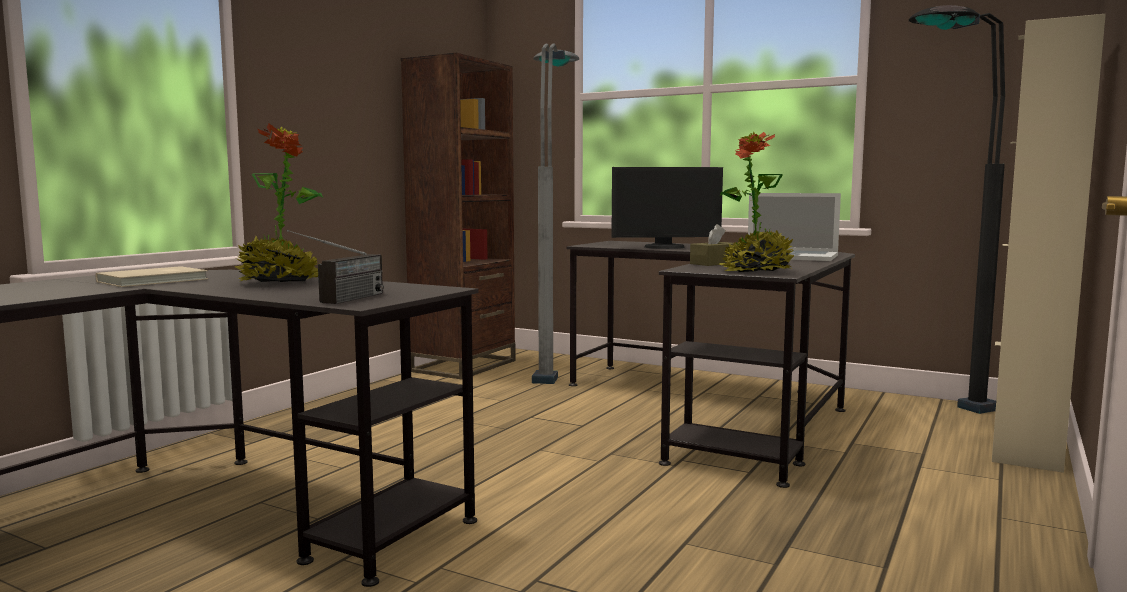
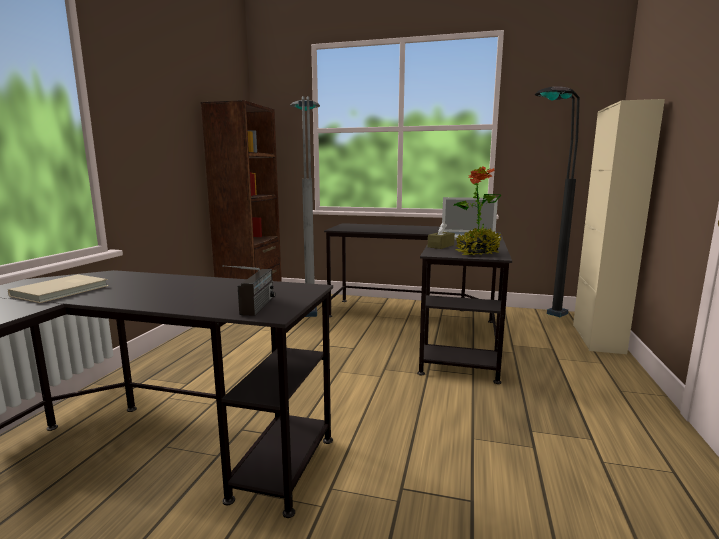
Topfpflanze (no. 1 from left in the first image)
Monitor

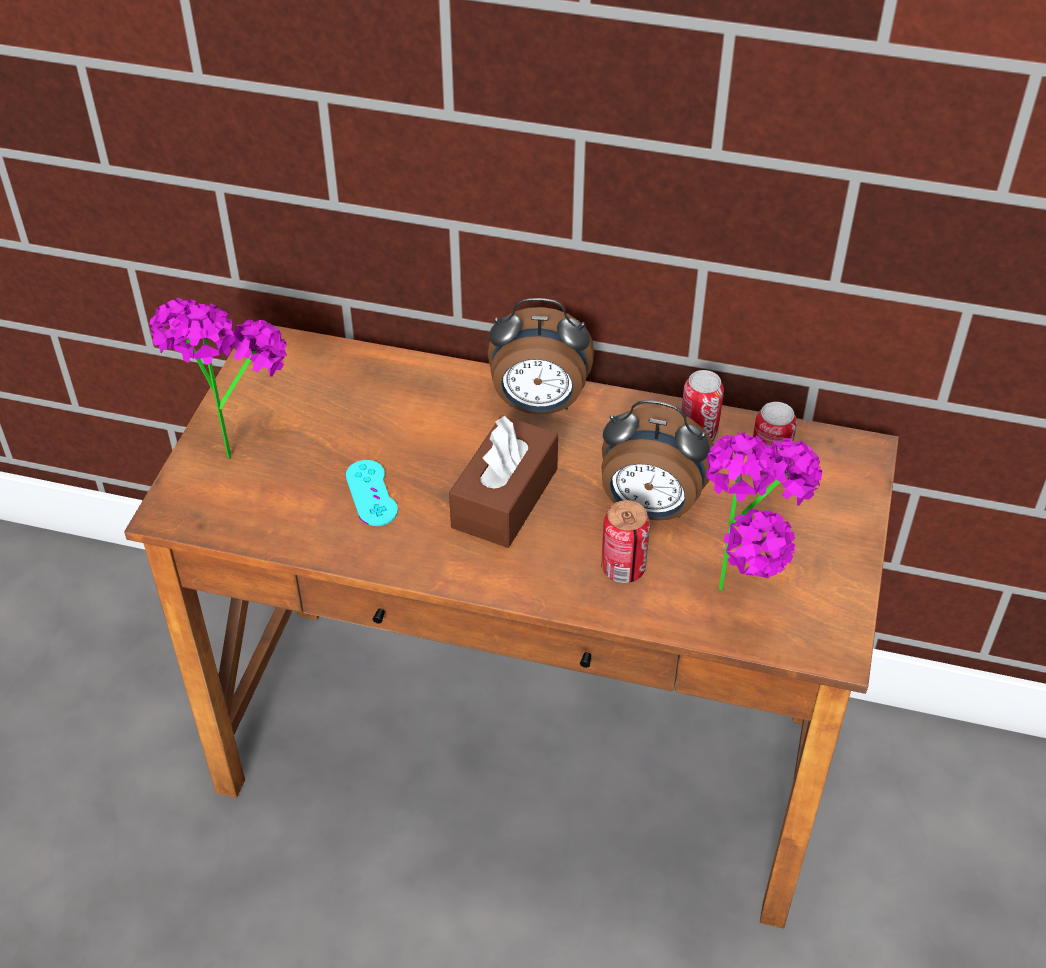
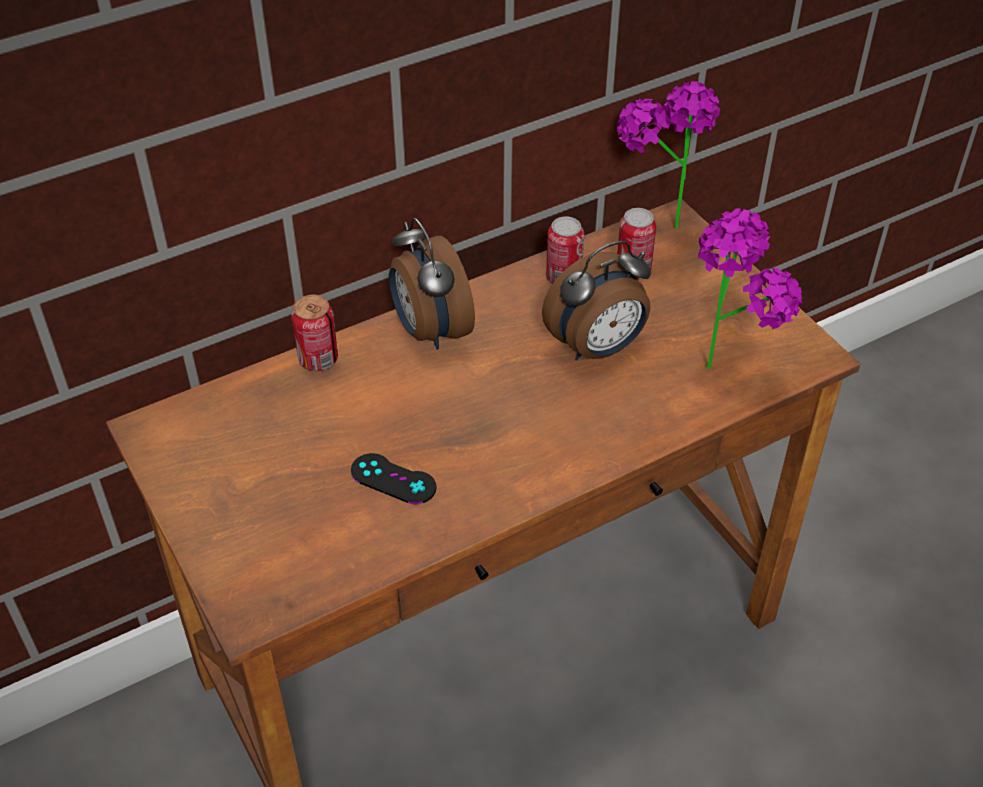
Topfpflanze (no. 1 from left)
Wecker (no. 1 from left)
Taschentuchbox/braun
Gamepad/schwarz
Dose (no. 1 from left)

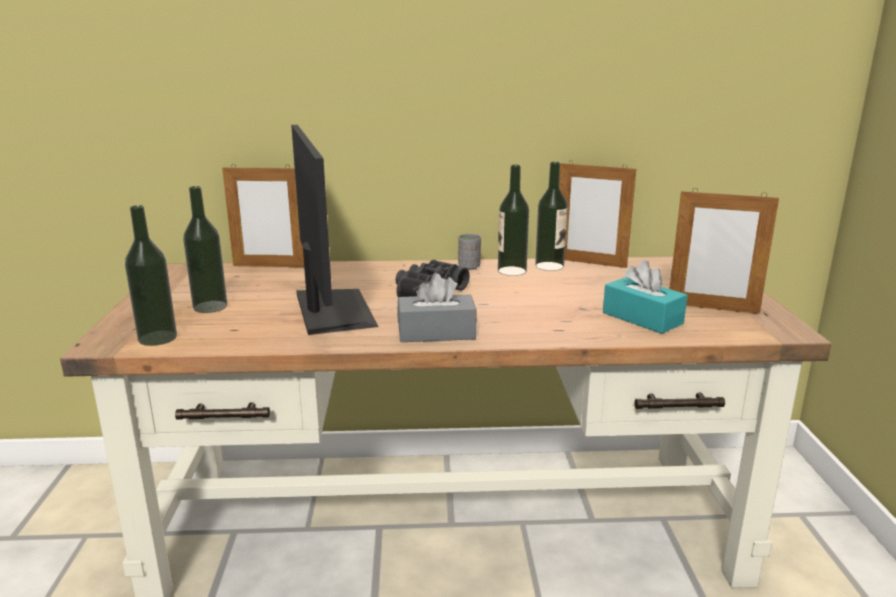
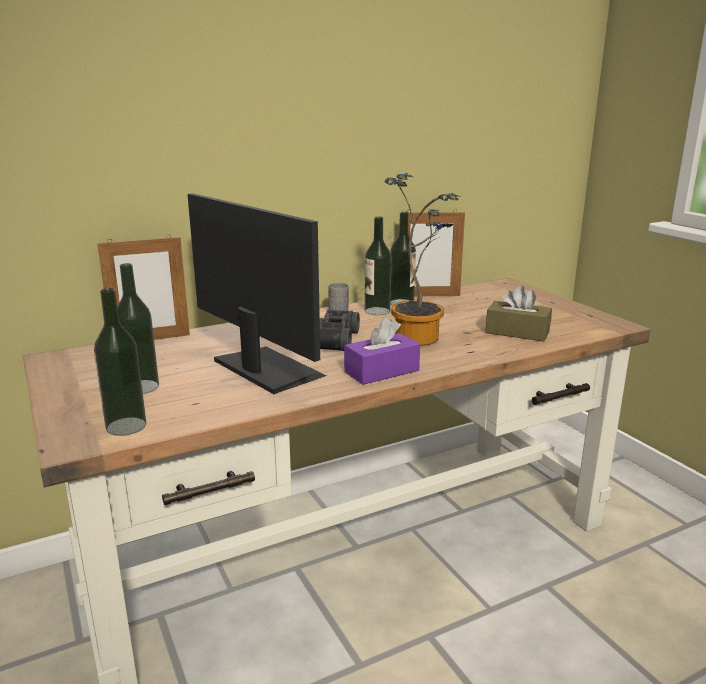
Bilderrahmen (no. 3 from left in the first image)
Taschentuchbox/braun
Taschentuchbox/lila
Topfpflanze

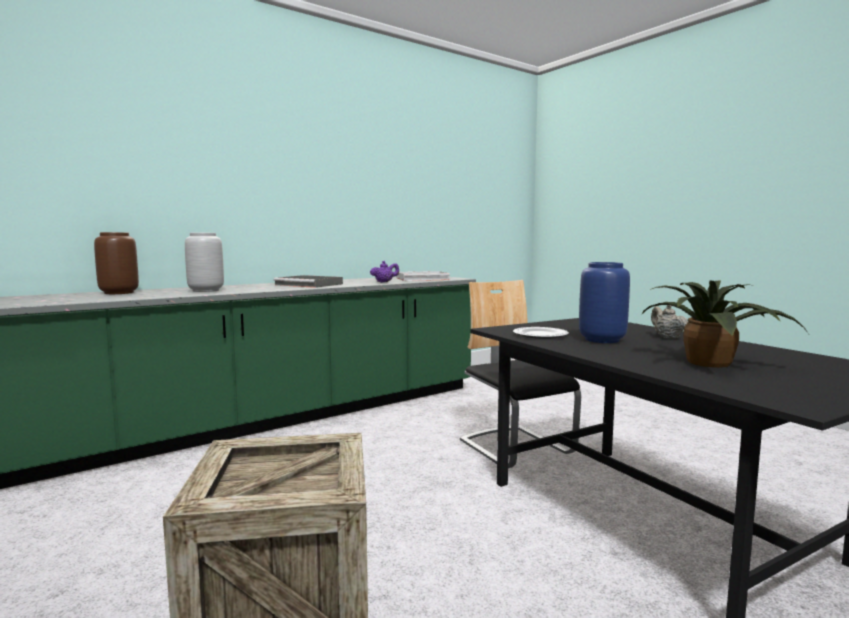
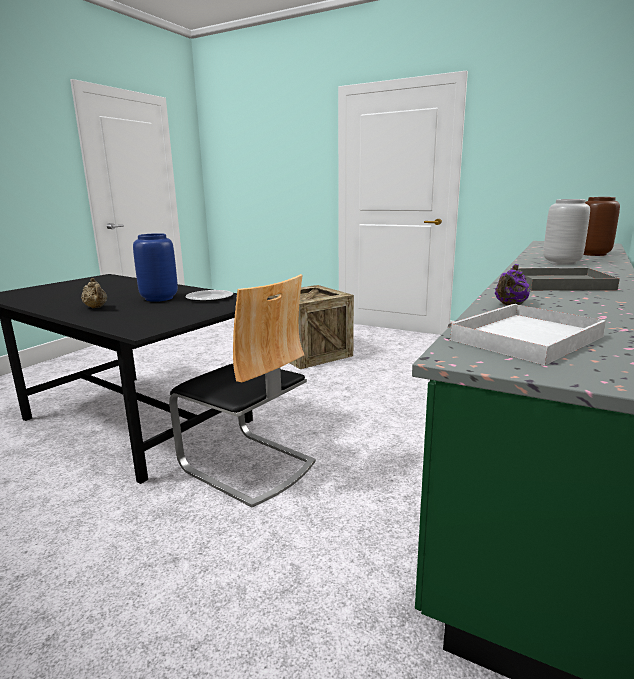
Topfpflanze

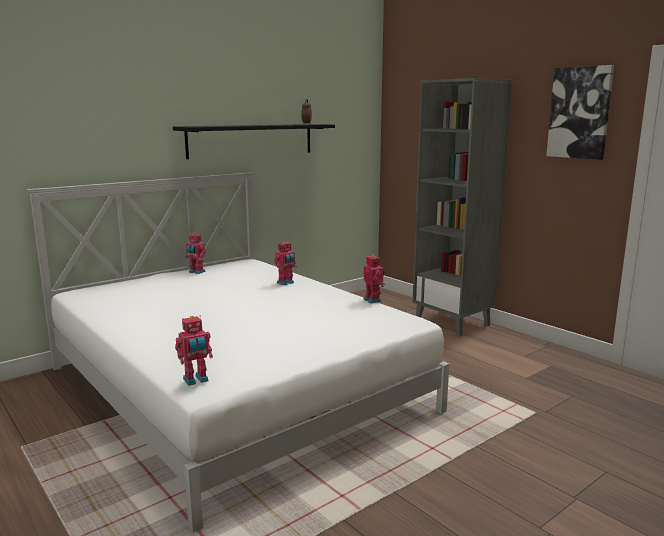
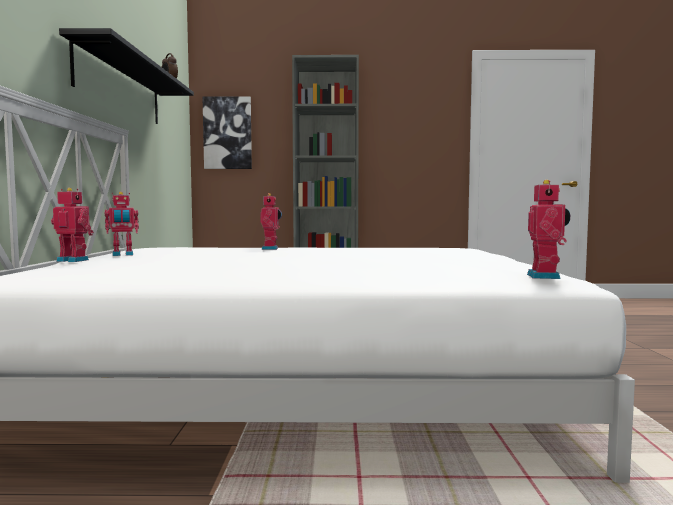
Bild
Spielzeugroboter (no. 1 from left)

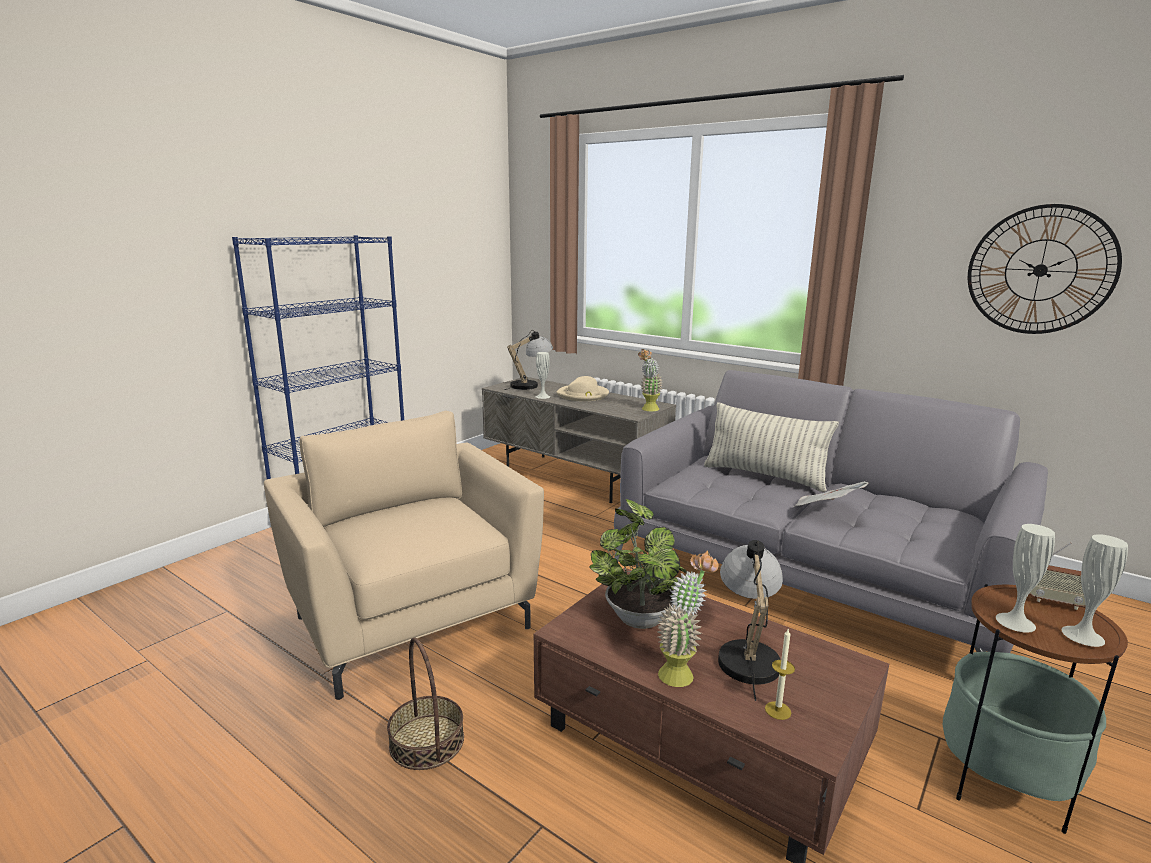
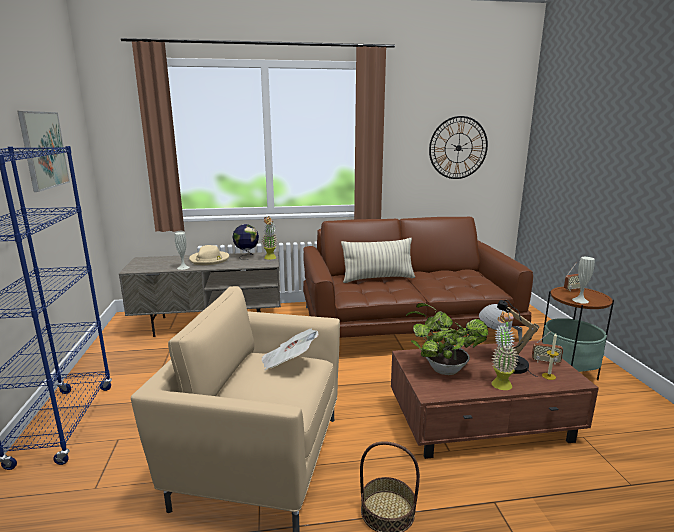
Tischlampe (no. 1 from left in the first image)
Sofa/braun
Zeitung
Vase/weiß (no. 3 from left in the first image)
Bild
Globus
Radio (no. 1 from left)

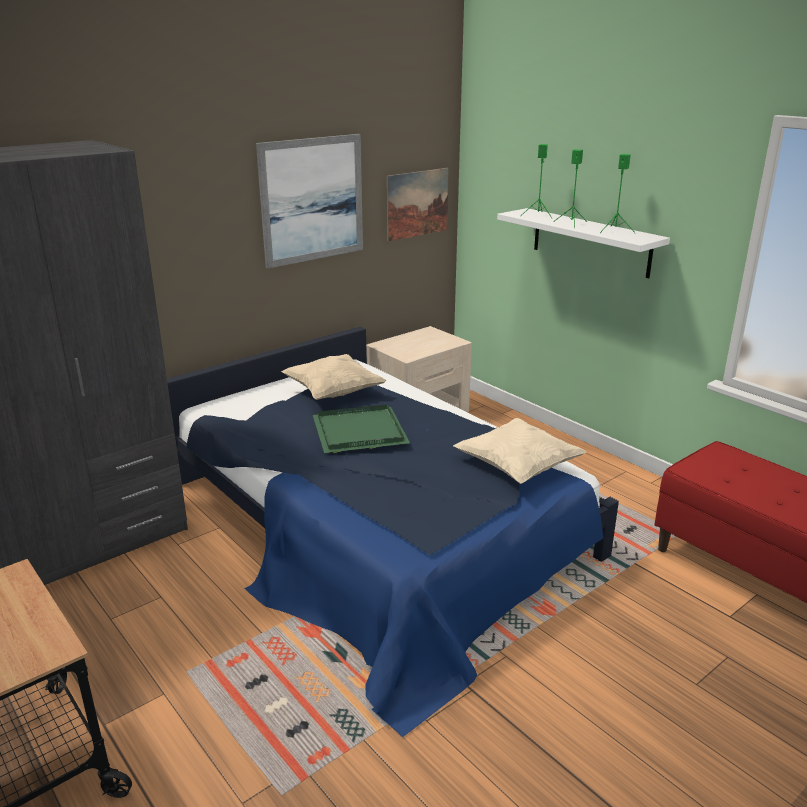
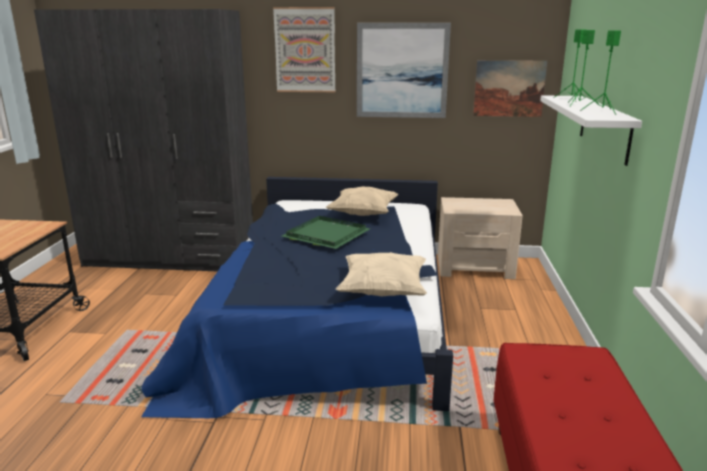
Bild (no. 1 from left)

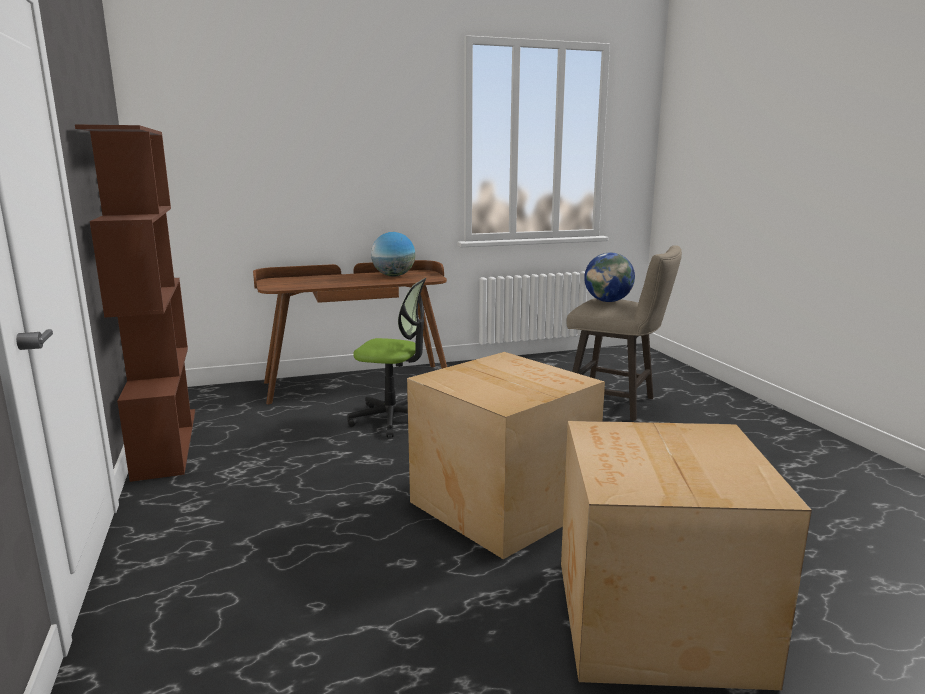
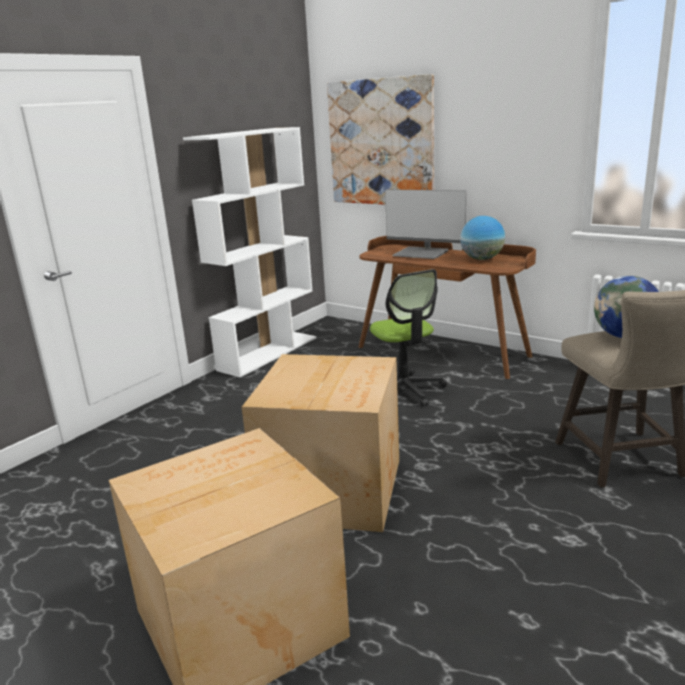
Bücherregal/weiß
Bild
Monitor

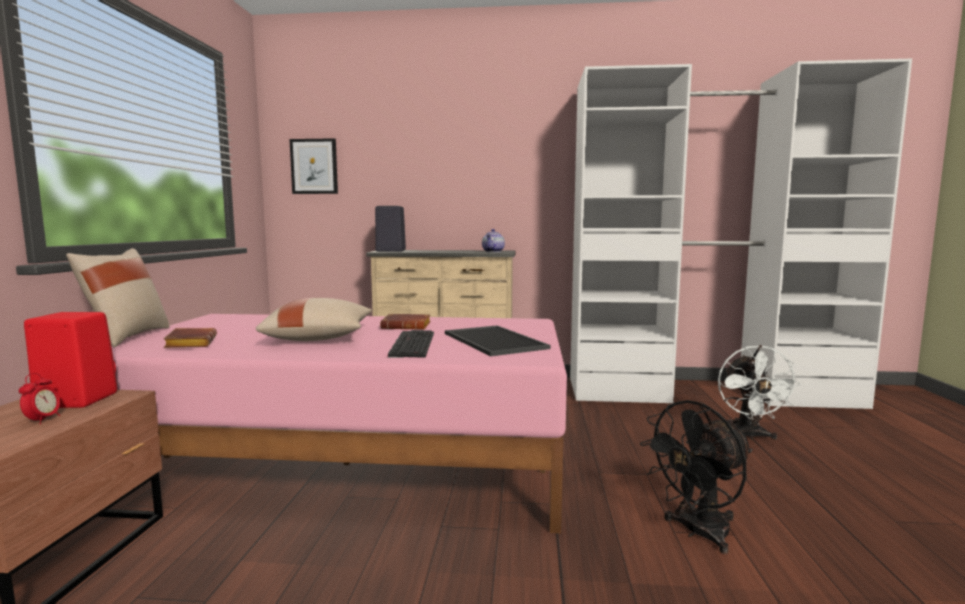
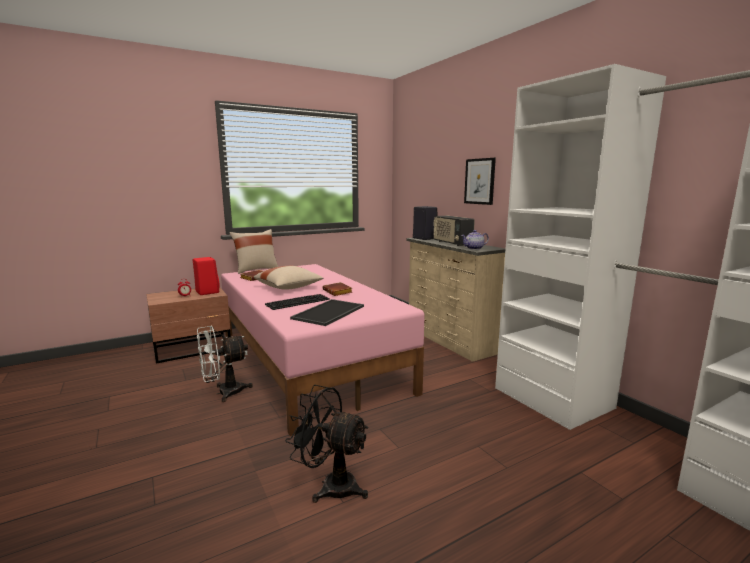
Bild
Ventilator/weiß
Radio

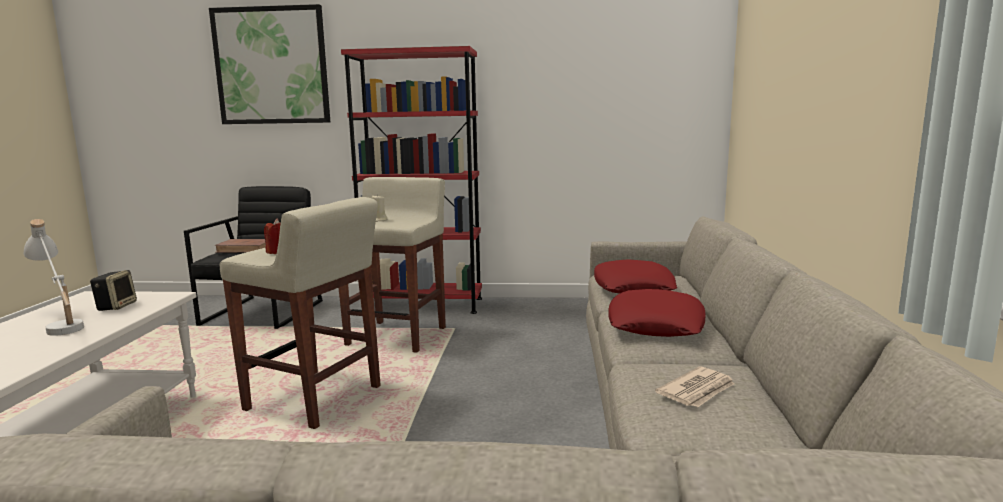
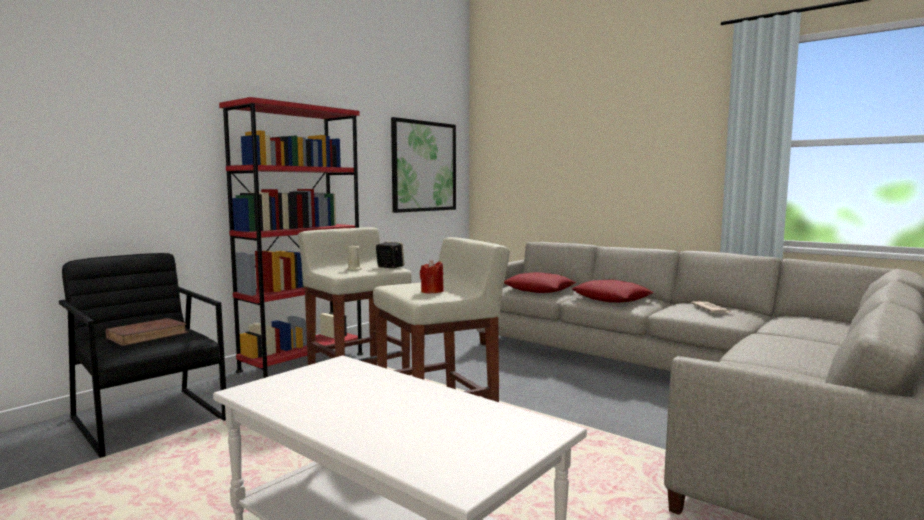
Bild
Tischlampe/weiß
Lautsprecher

